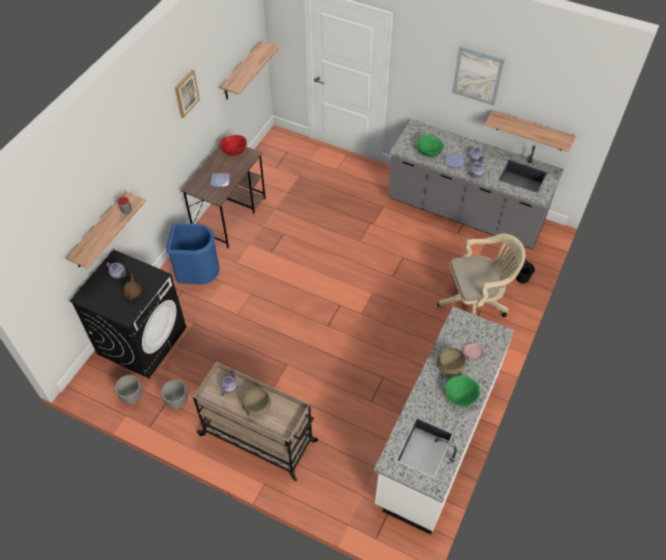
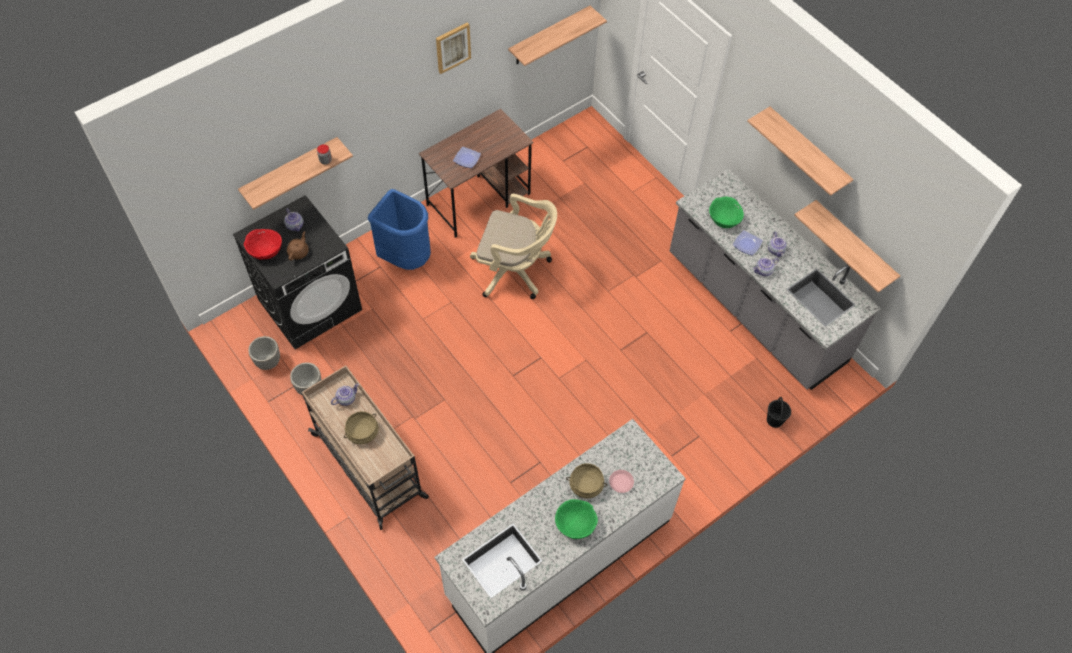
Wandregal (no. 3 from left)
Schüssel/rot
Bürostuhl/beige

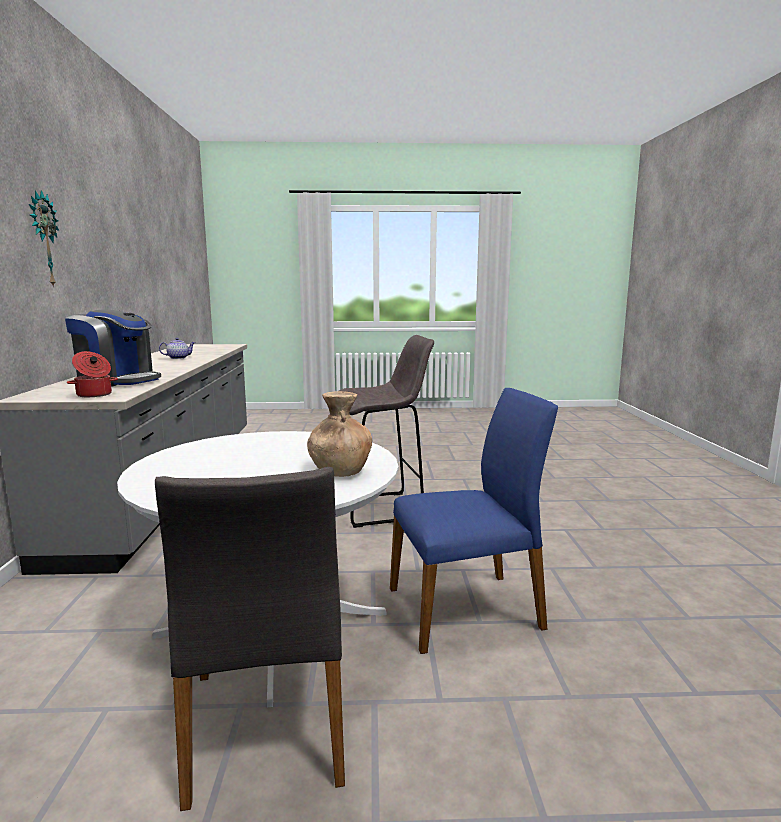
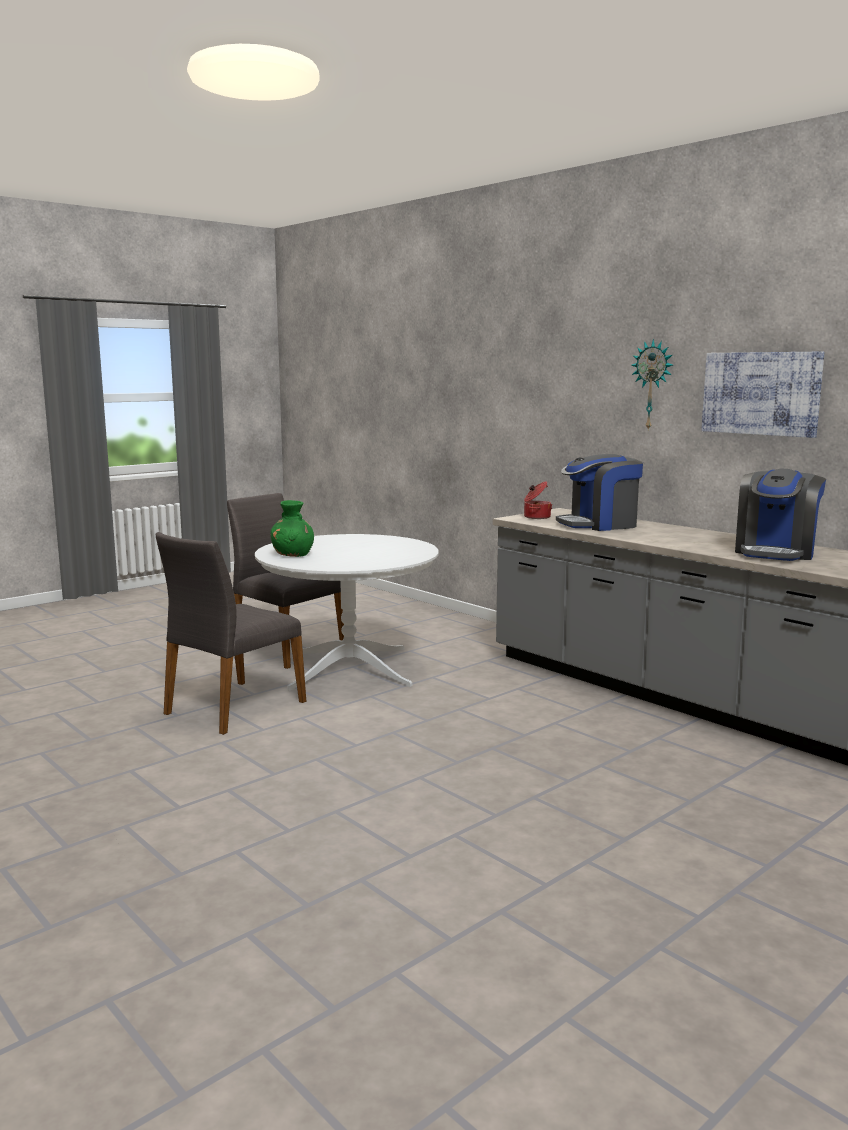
Hocker/grau
Kaffeemaschine (no. 2 from left)
Stuhl/grau (no. 1 from left)
Vase/grün
Bild

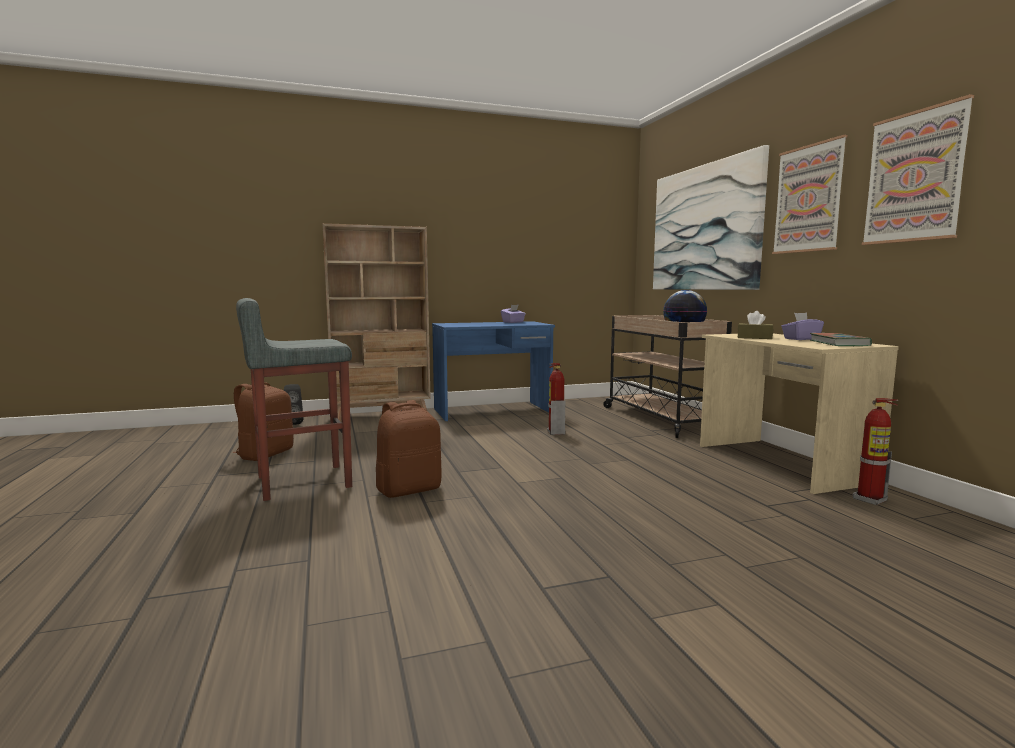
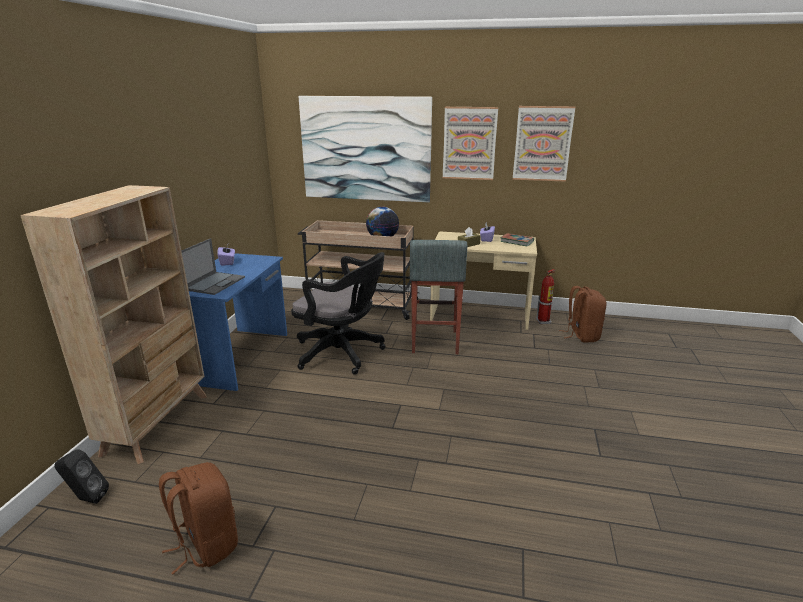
Hocker/grau
Bürostuhl/schwarz
Rucksack/braun (no. 2 from left)
Laptop

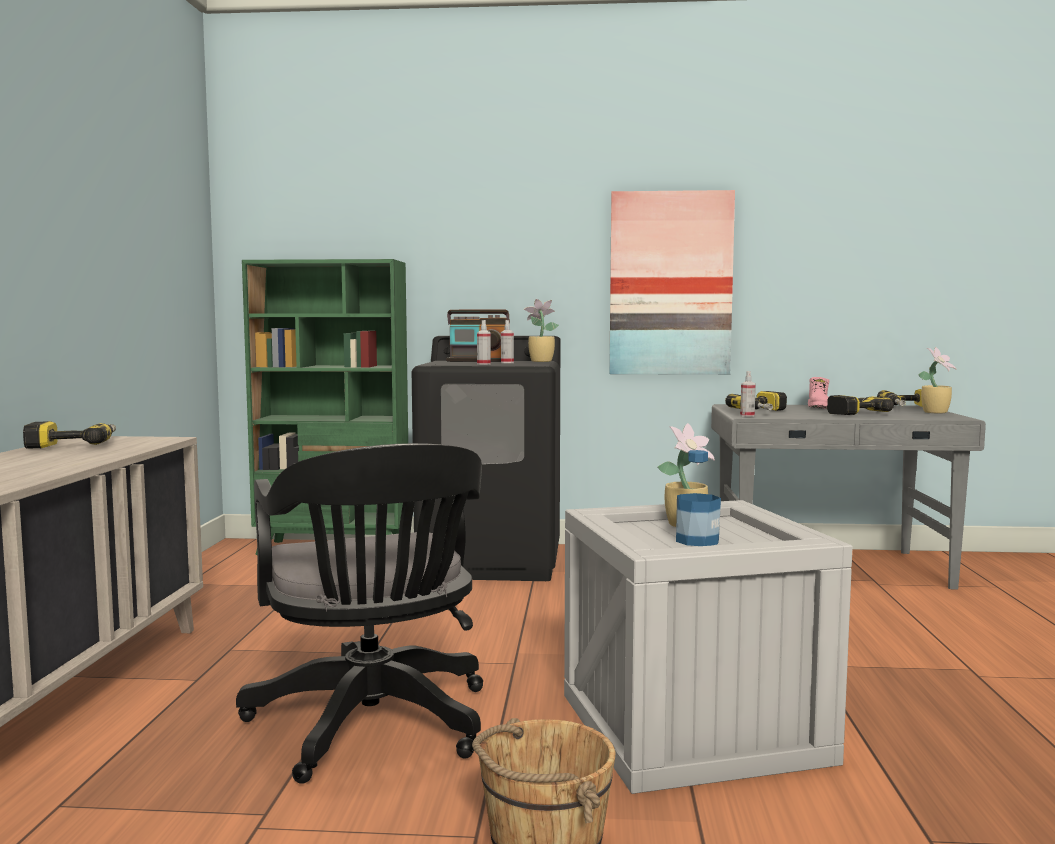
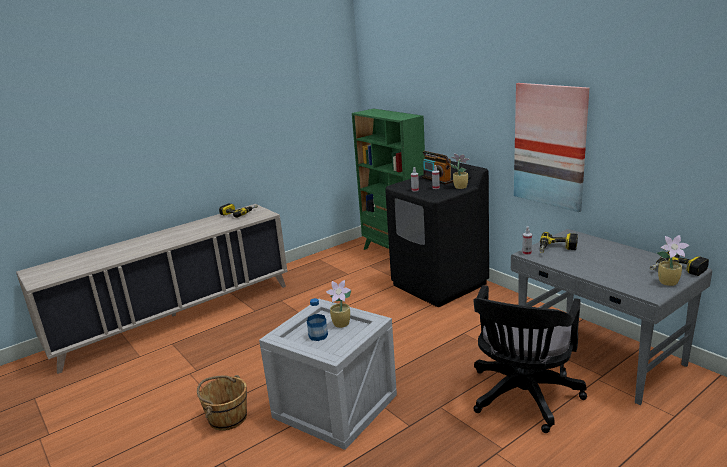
Stiefel/rosa
Bohrmaschine (no. 3 from left in the first image)
Bürostuhl/schwarz

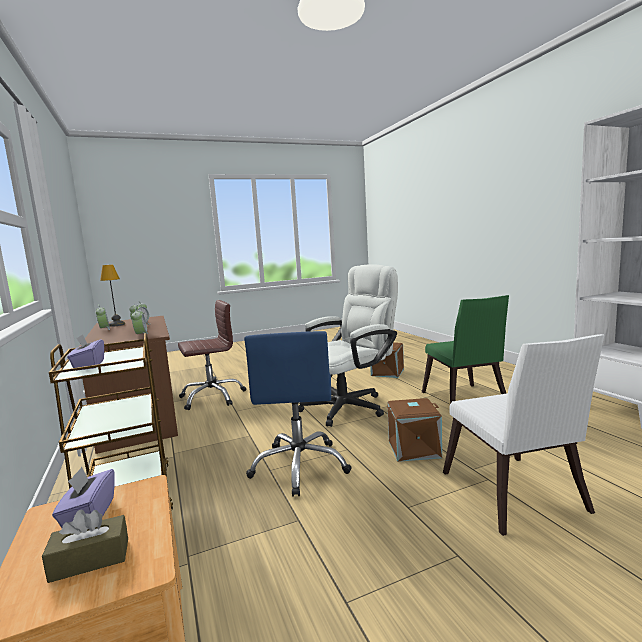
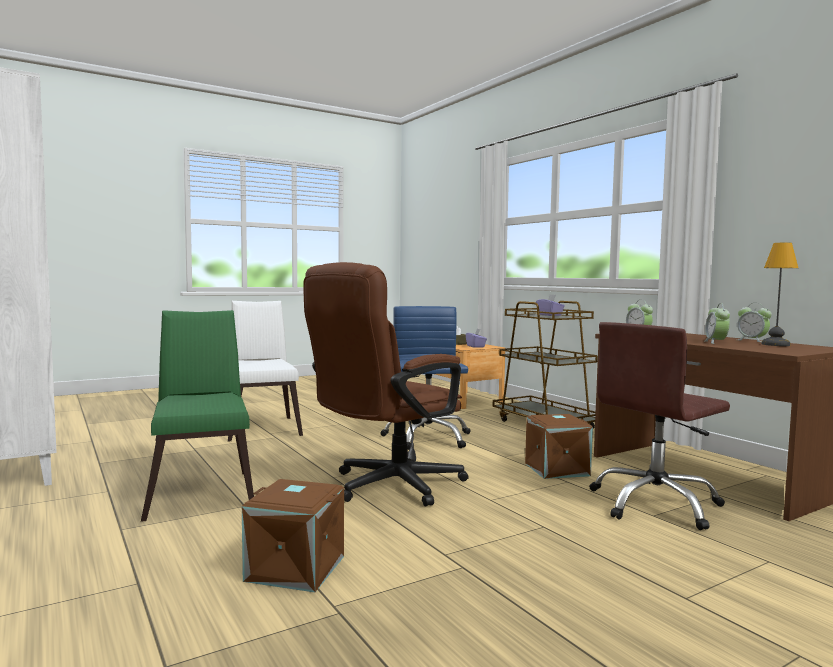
Bürostuhl/braun (no. 1 from left)
Aufbewahrungsbox/braun (no. 2 from left)

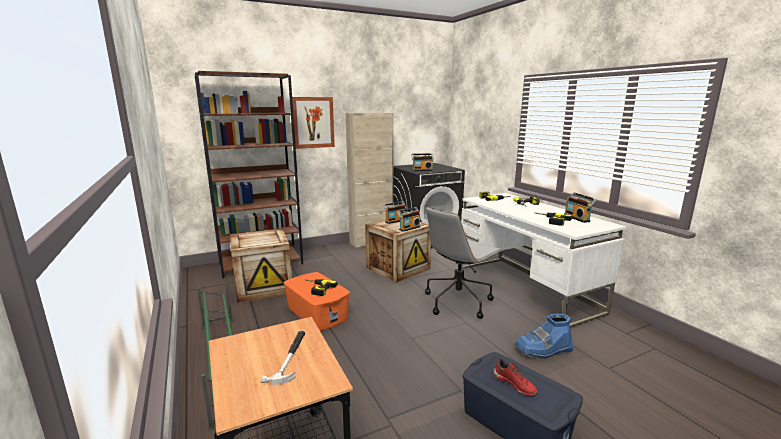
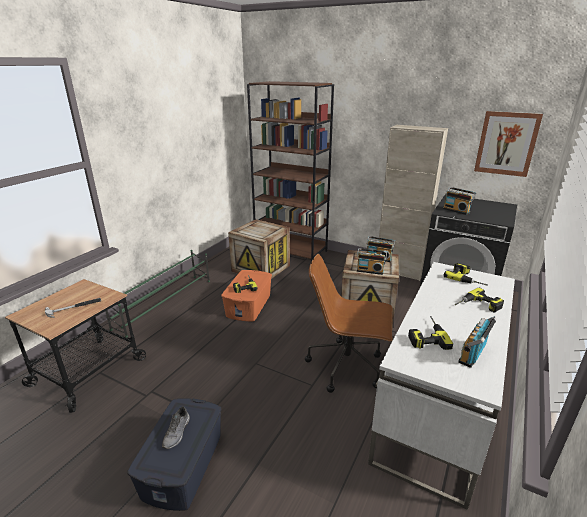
Bild
Bürostuhl/braun
Stiefel/blau
Schuh/grau

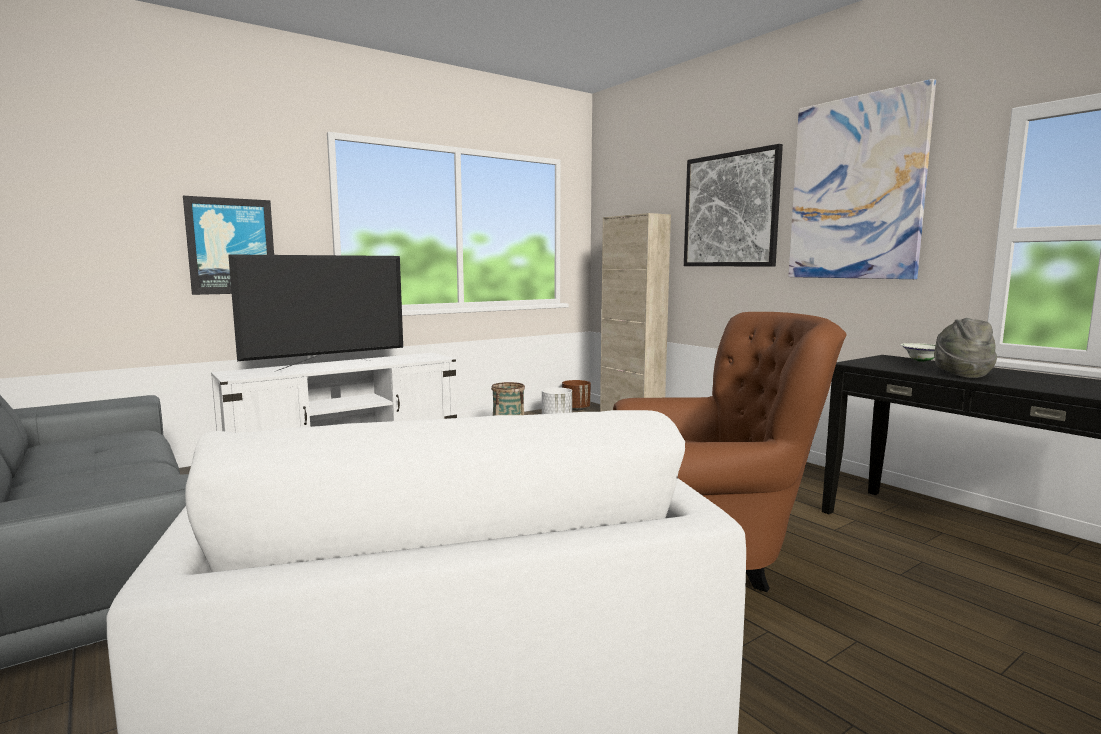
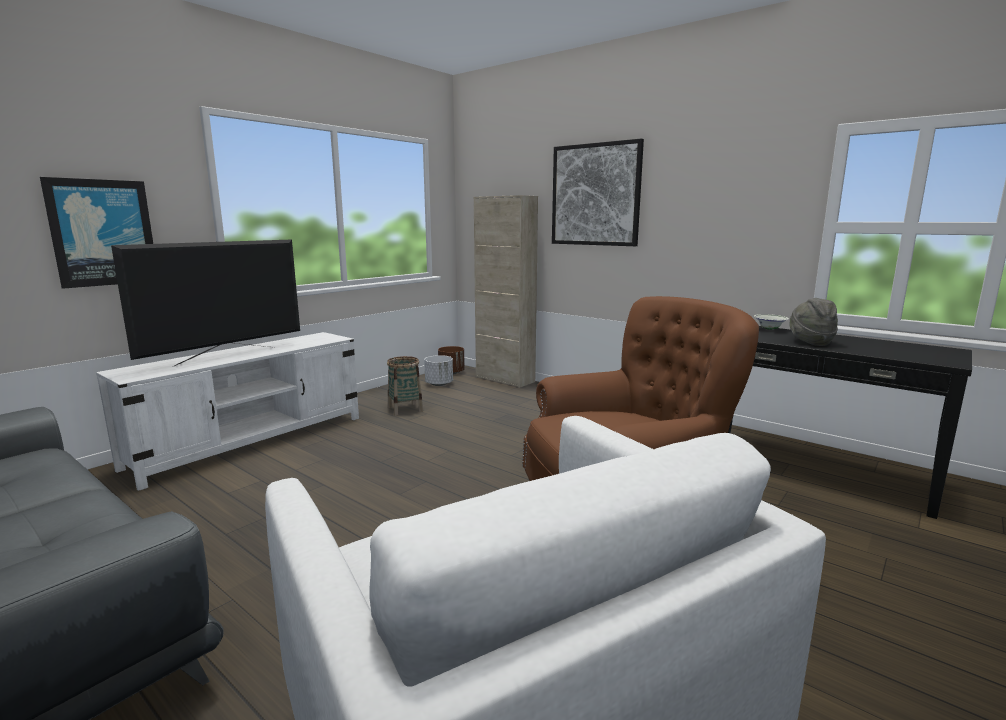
Bild (no. 3 from left in the first image)

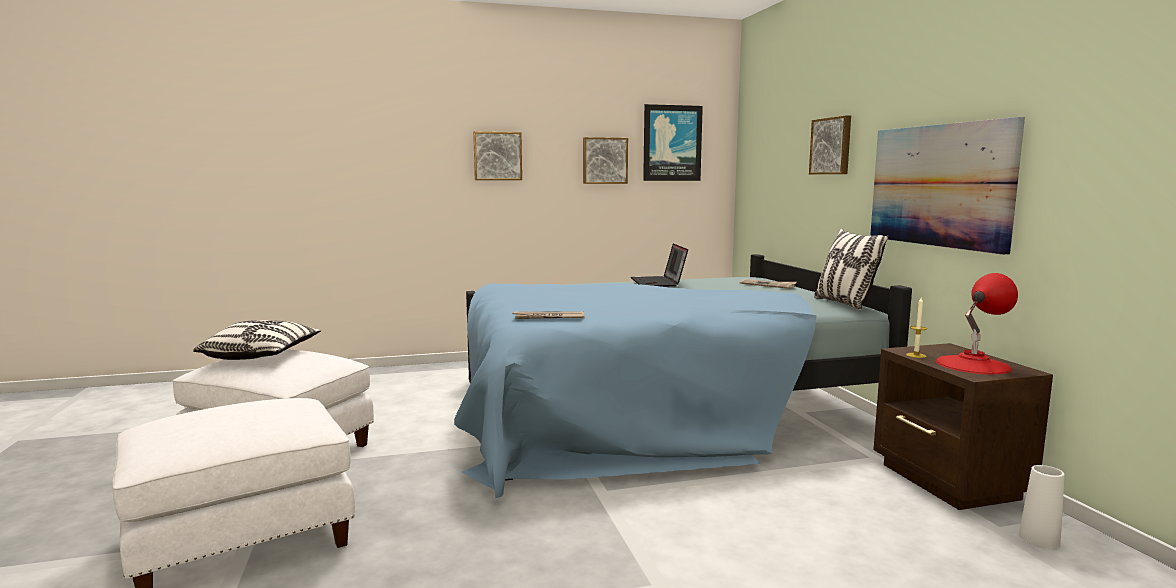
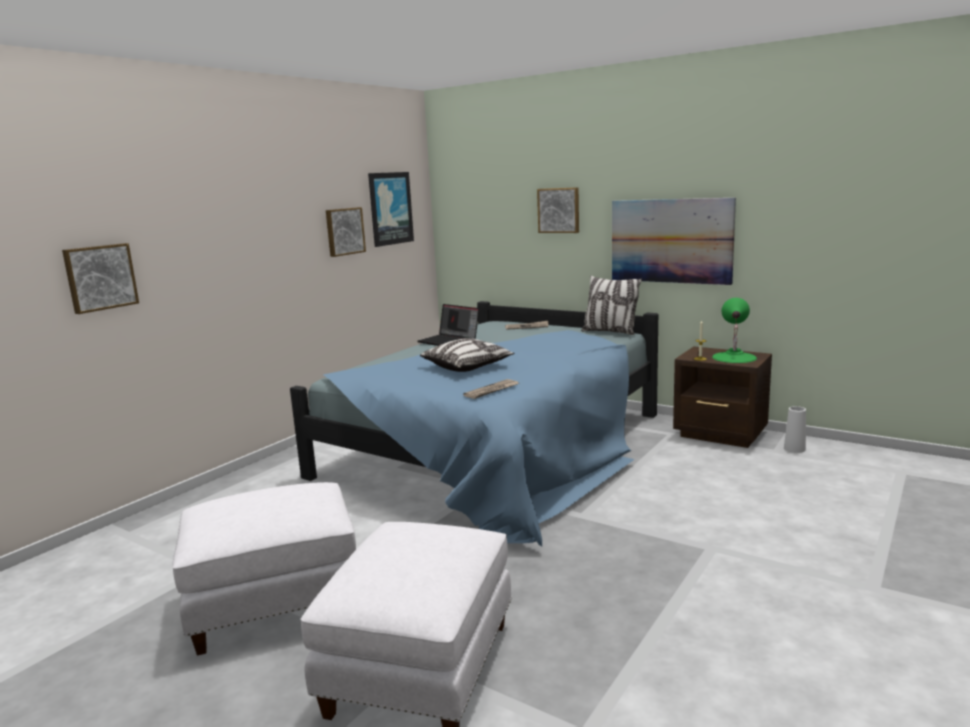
Bild (no. 1 from left)
Tischlampe/grün
Kissen (no. 1 from left)

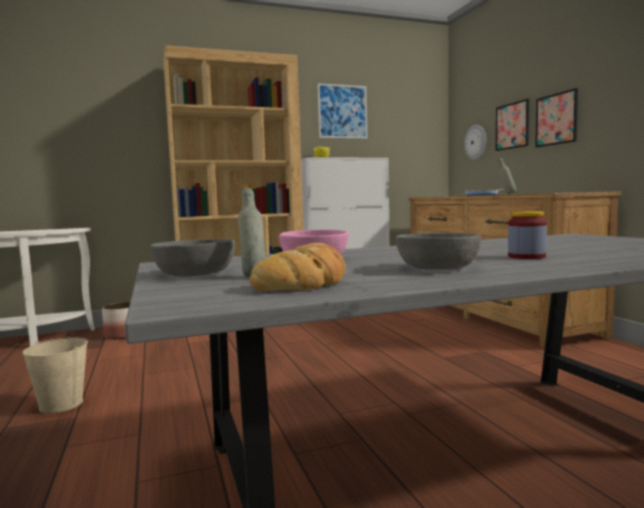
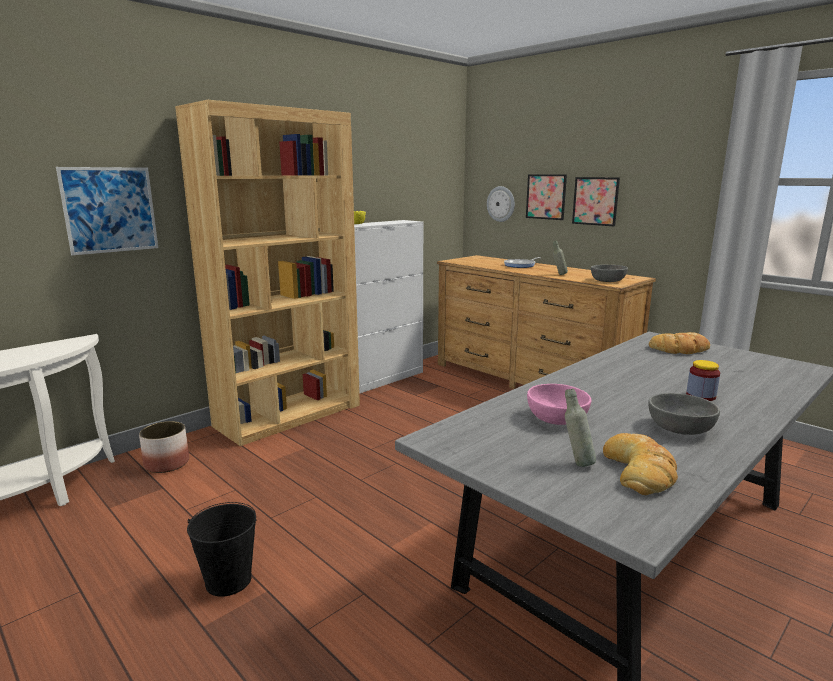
Bild (no. 1 from left)
Schüssel/grau (no. 1 from left)
Eimer/schwarz
Brot (no. 2 from left)

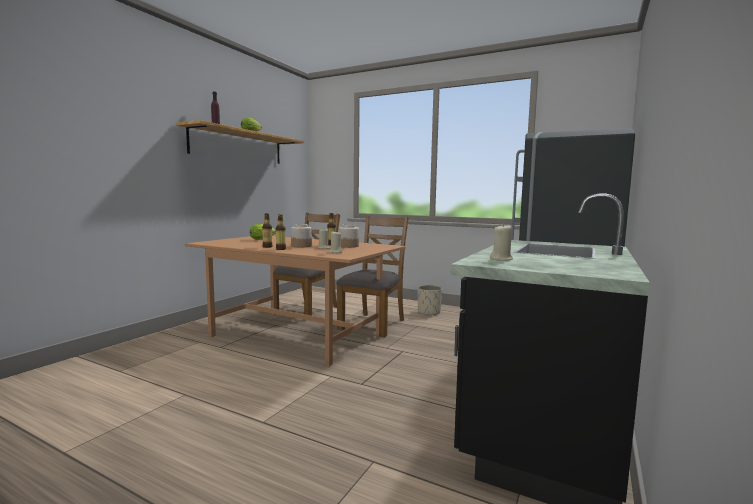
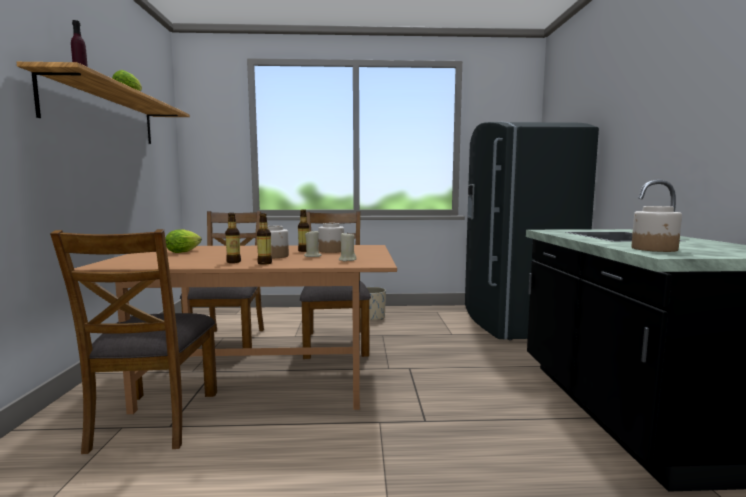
Vorratsglas (no. 3 from left)
Stuhl/braun (no. 1 from left)

